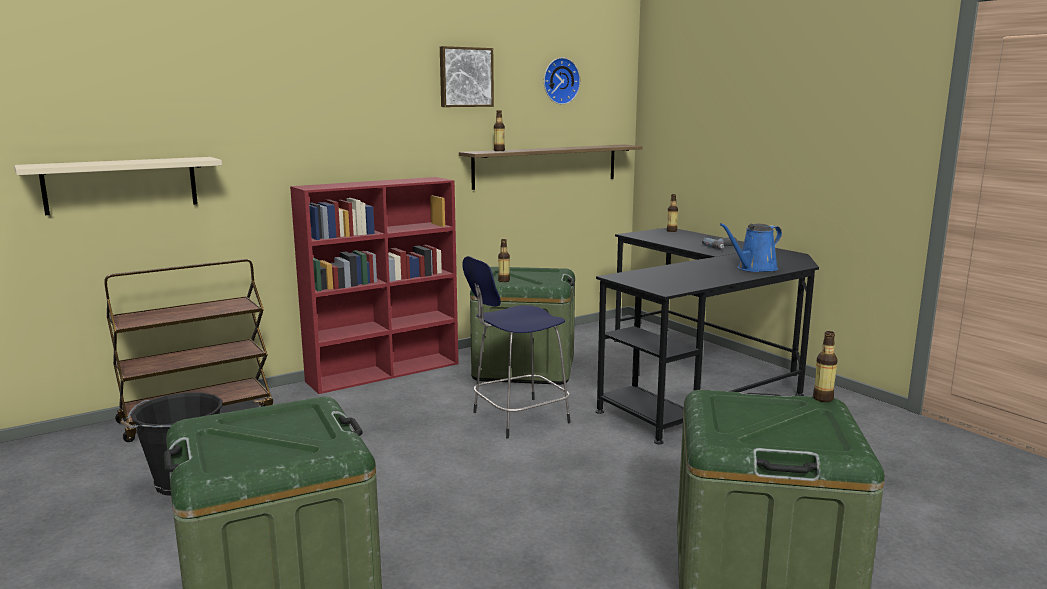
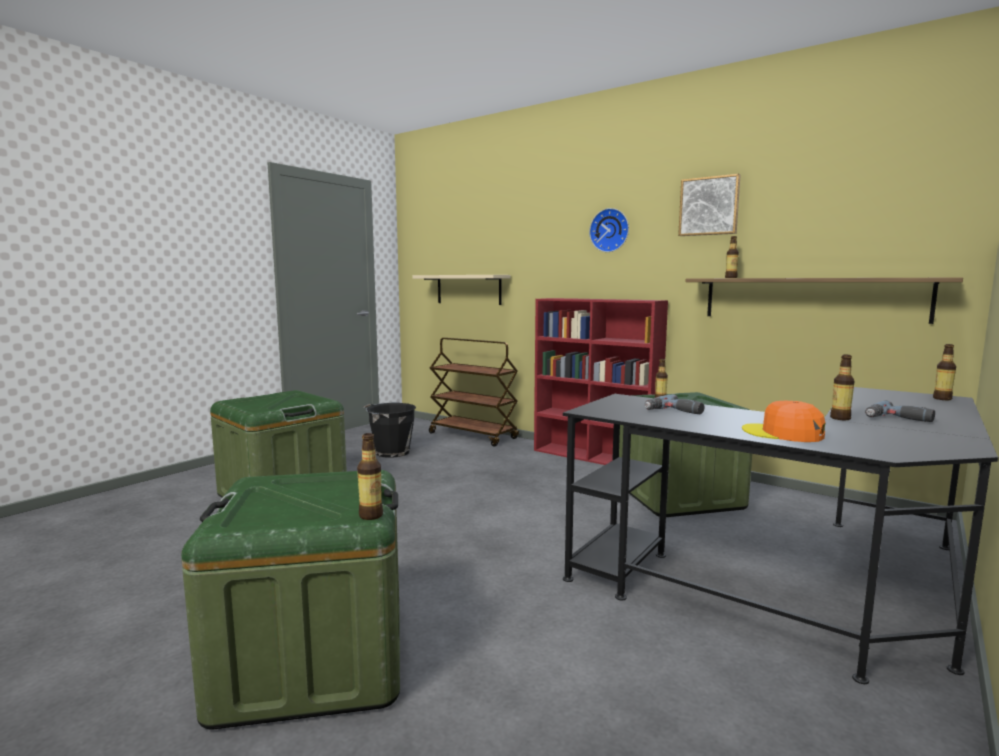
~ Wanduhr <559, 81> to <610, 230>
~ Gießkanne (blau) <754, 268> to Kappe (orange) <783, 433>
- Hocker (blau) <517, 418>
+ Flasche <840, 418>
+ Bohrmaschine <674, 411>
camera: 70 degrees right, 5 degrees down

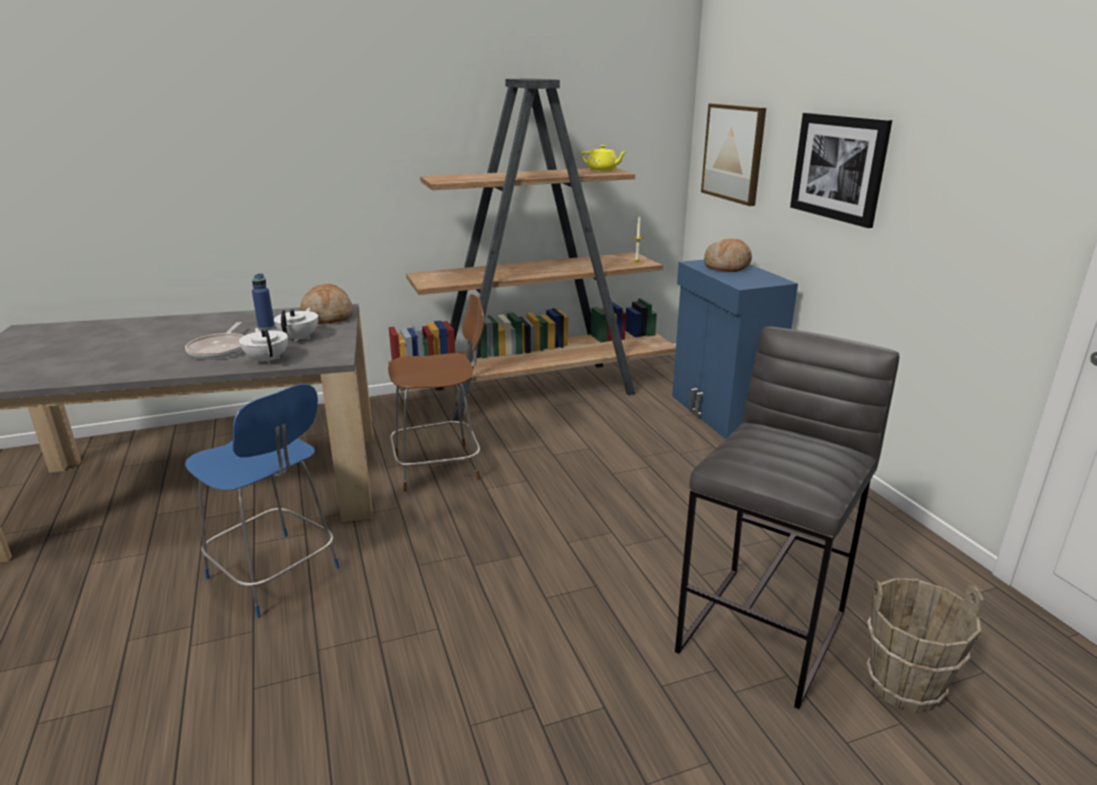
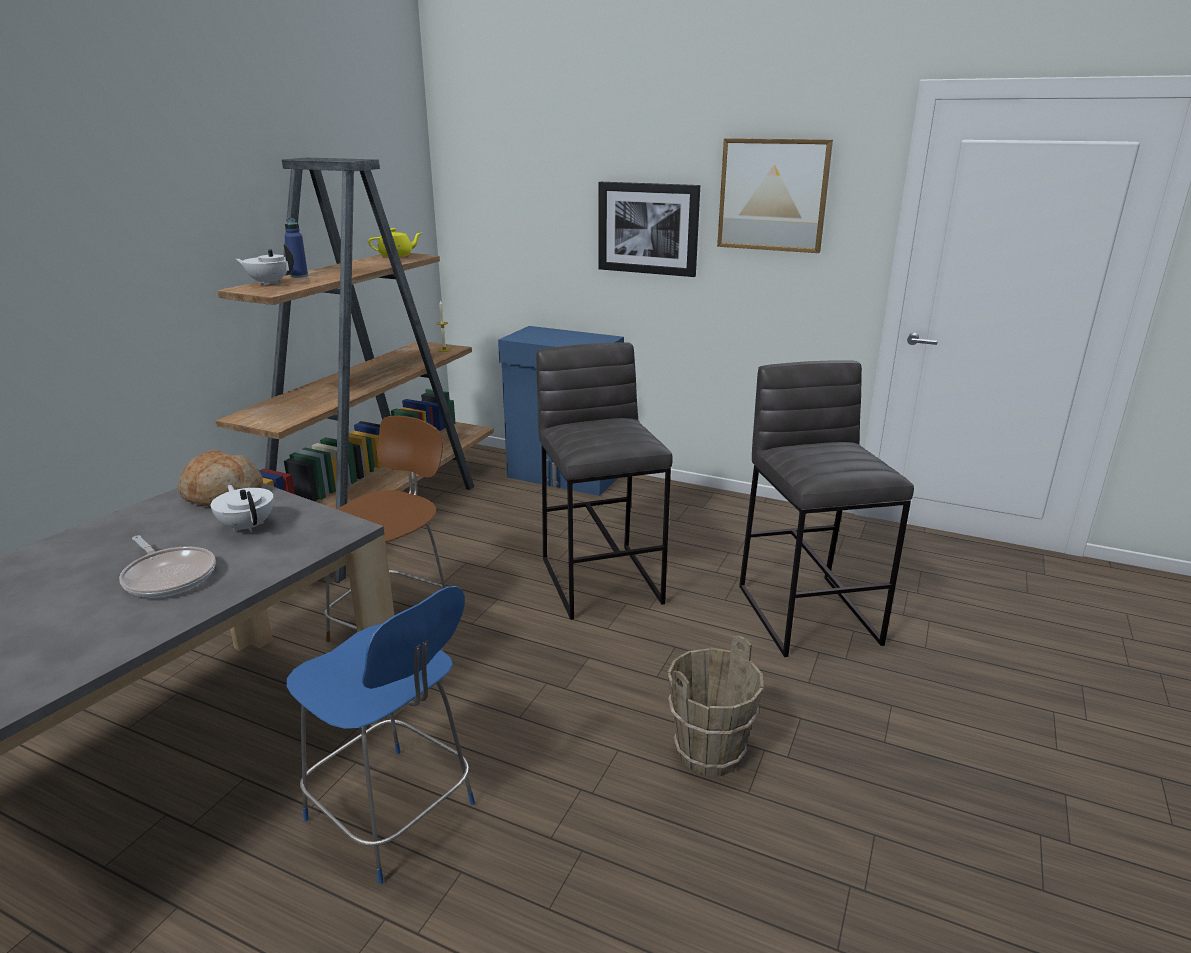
~ Bild <734, 153> to <773, 195>
- Brot <727, 267>
~ Flasche (blau) <266, 327> to <299, 276>
~ Teekanne (weiß) <267, 360> to <269, 283>
~ Stuhl (blau) <276, 575> = <394, 814> 45 degrees clockwise
~ Eimer (braun) <904, 687> to <710, 754>
+ Hocker (grau) <602, 579>
camera: 45 degrees left, 0 degrees up

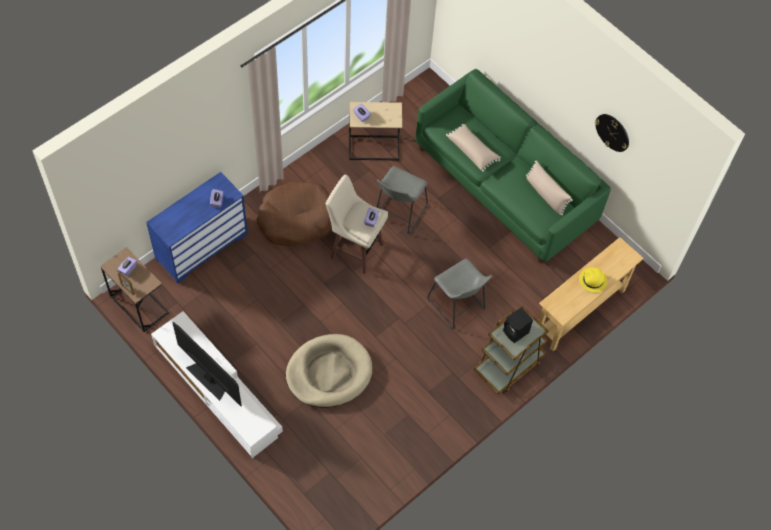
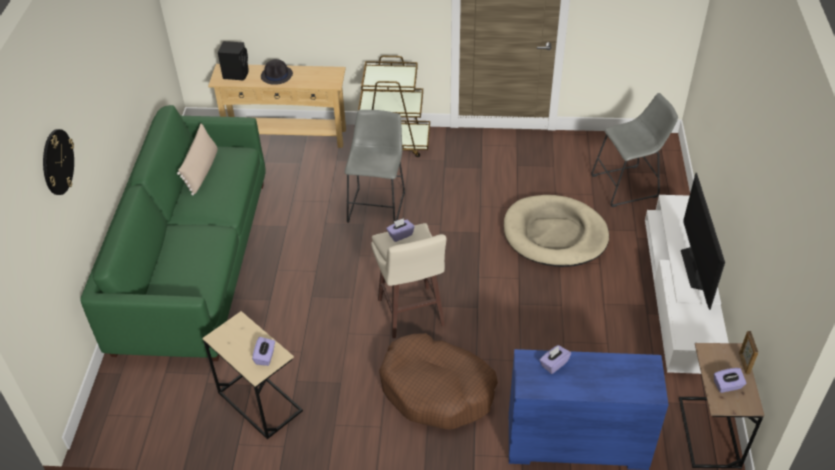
~ Wanduhr <612, 132> to <57, 162>
- Kissen (beige) <472, 151>
~ Hocker (grau) <398, 214> to <628, 185>
~ Hut (gelb) <592, 280> to Hut (schwarz) <277, 75>
~ Lautsprecher (schwarz) <516, 332> to <236, 73>
camera: 130 degrees left, 15 degrees down

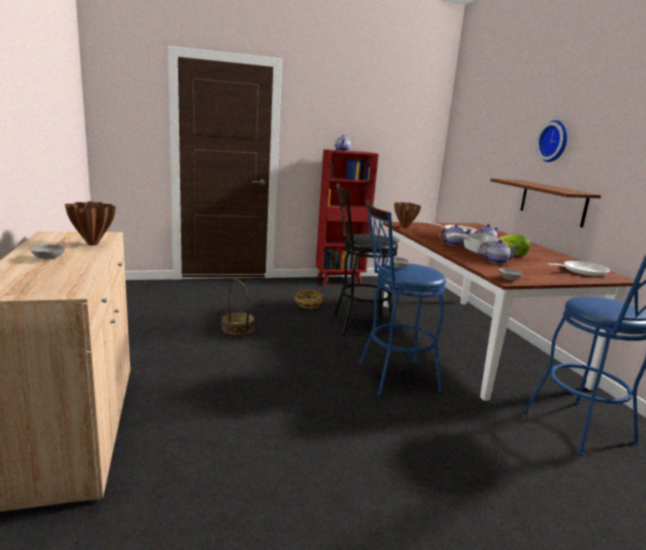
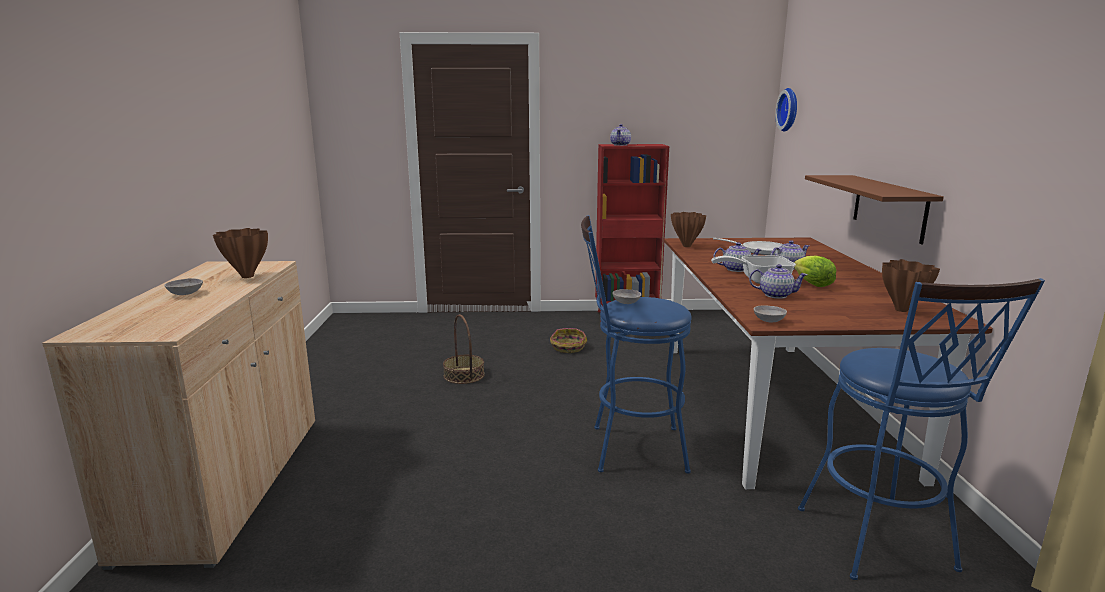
~ Wanduhr <555, 141> to <790, 109>
- Hocker (schwarz) <356, 325>
~ Pfanne <581, 271> to Vase (braun) <901, 310>
camera: 15 degrees right, 0 degrees up

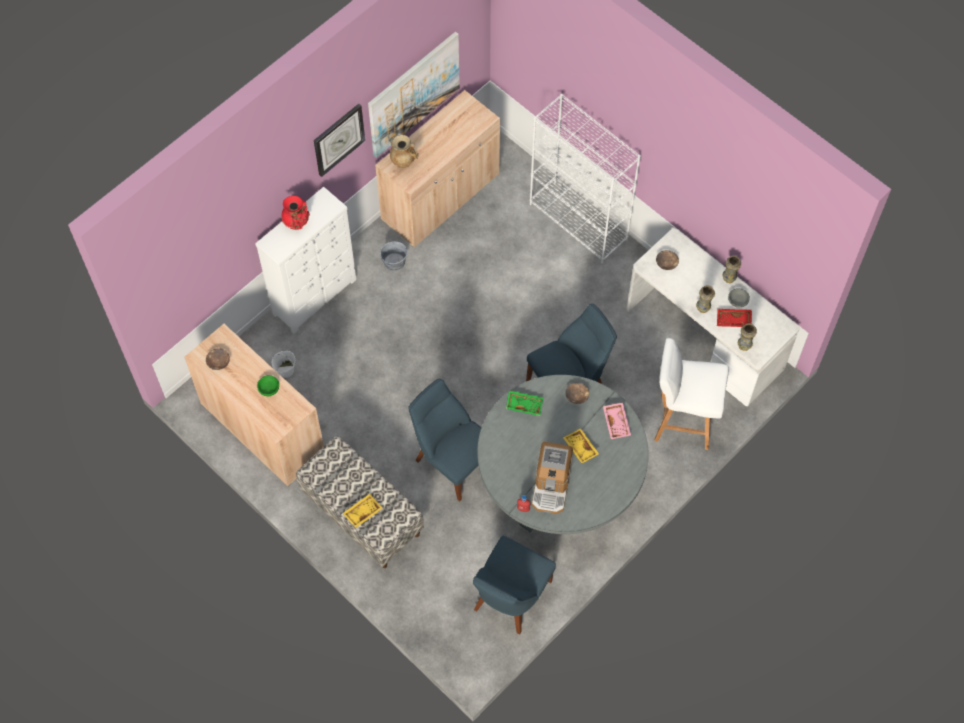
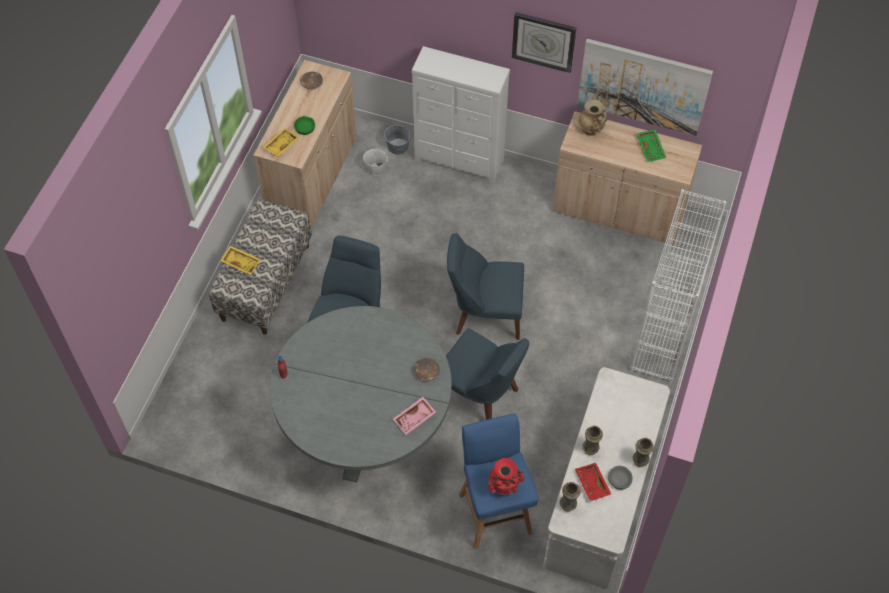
~ Vase (rot) <297, 223> to <504, 486>
~ Eimer (grau) <394, 261> to <398, 146>
- Schüssel (braun) <666, 263>
~ Hocker (weiß) <682, 421> to Hocker (blau) <495, 512>
~ Tablett (grün) <524, 404> to <651, 148>
~ Tablett (gelb) <580, 448> to <281, 145>
- Kaffeemaschine <551, 485>
~ Stuhl (blau) <510, 598> to <485, 314>
camera: 65 degrees right, 5 degrees down

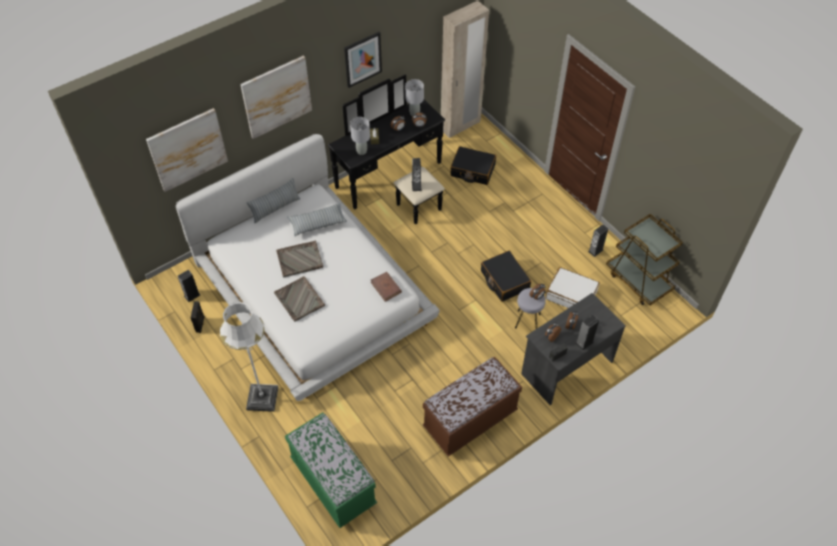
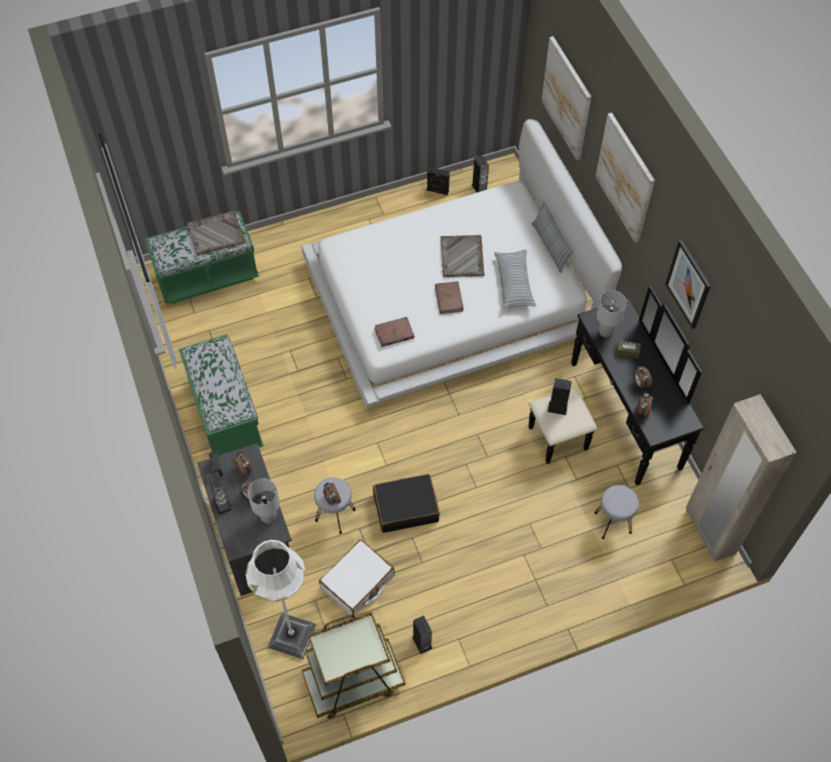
~ Tischlampe (grau) <414, 113> to <269, 517>
~ Koffer (schwarz) <472, 170> to Hocker (grau) <612, 523>
~ Tablett (grau) <299, 300> to <215, 234>
~ Stehlampe (weiß) <262, 398> to <292, 636>
~ Bank (braun) <470, 420> to Bank (grün) <225, 414>
+ Buch (braun) <449, 298>
camera: 105 degrees right, 5 degrees up

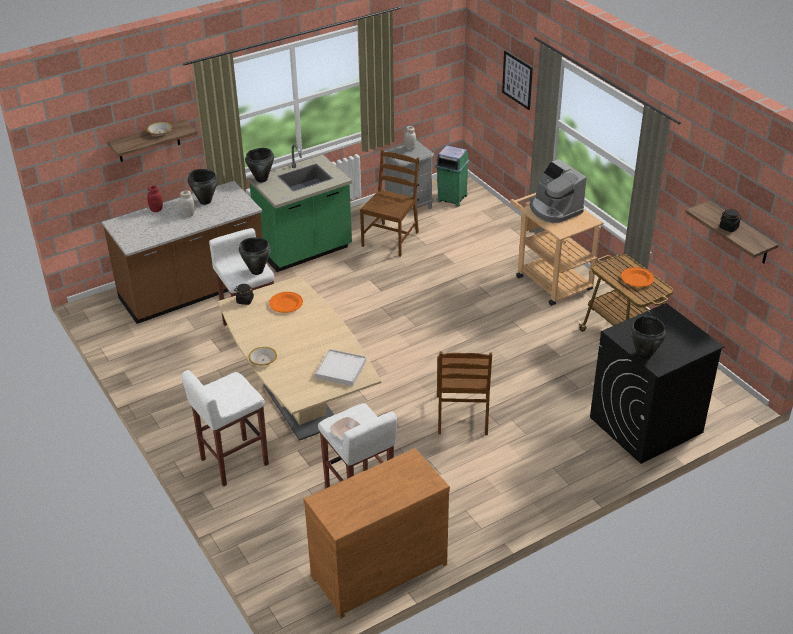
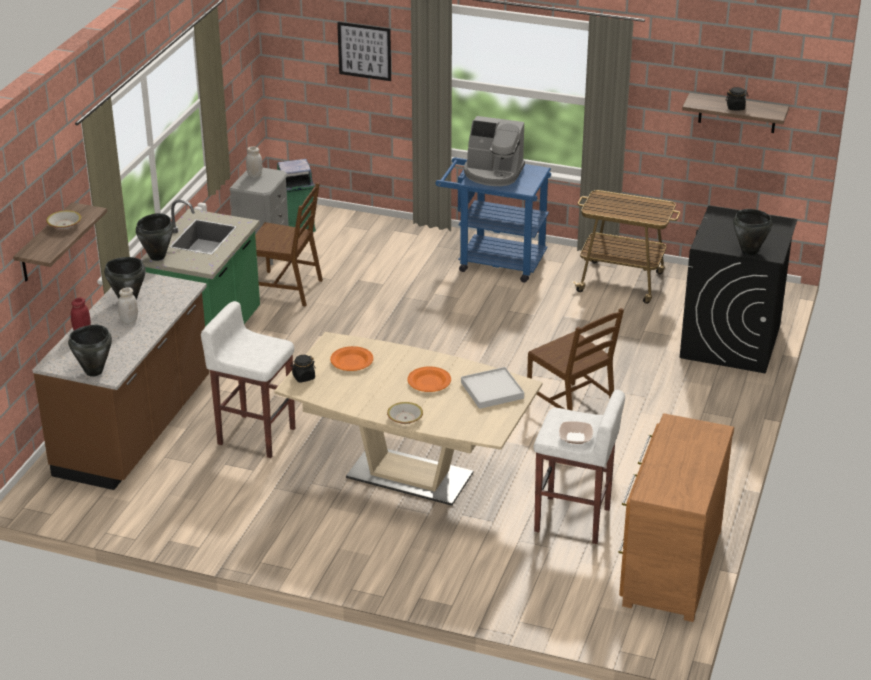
~ Stuhl (braun) <391, 239> = <286, 289> 120 degrees clockwise
~ Rollwagen (beige) <549, 280> to Rollwagen (blau) <493, 261>
~ Kochtopf (schwarz) <256, 271> to <93, 371>
~ Teller (orange) <637, 279> to <429, 382>
- Hocker (weiß) <233, 462>
camera: 40 degrees left, 5 degrees down

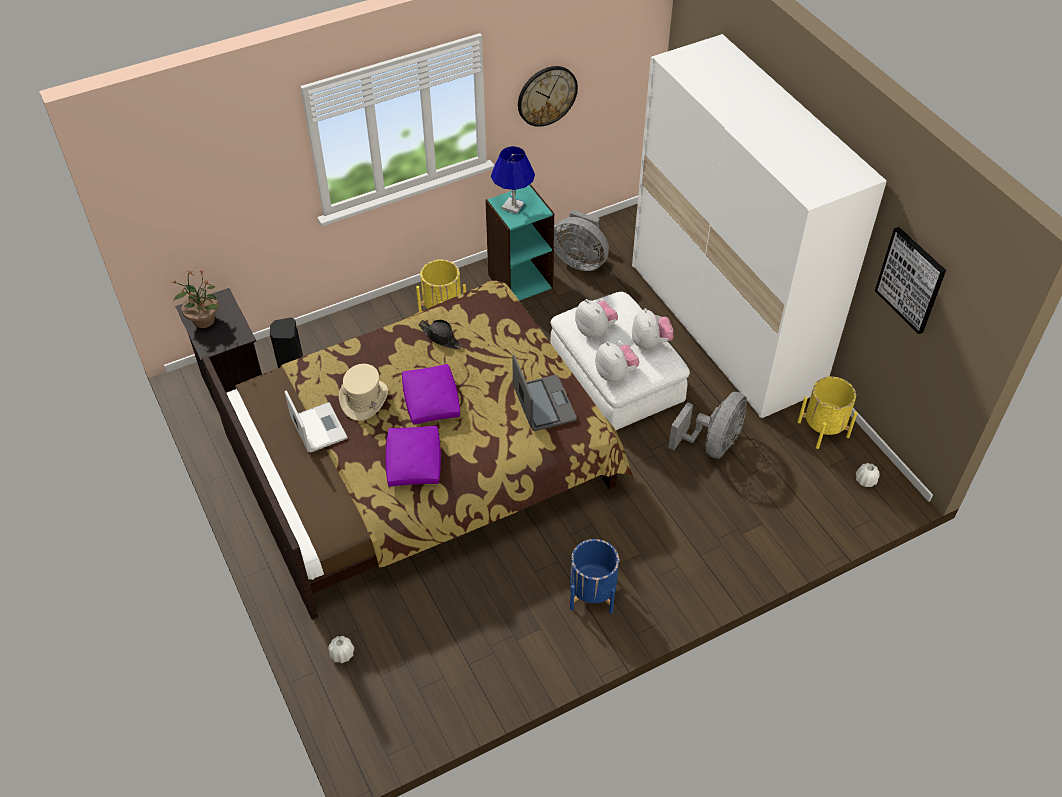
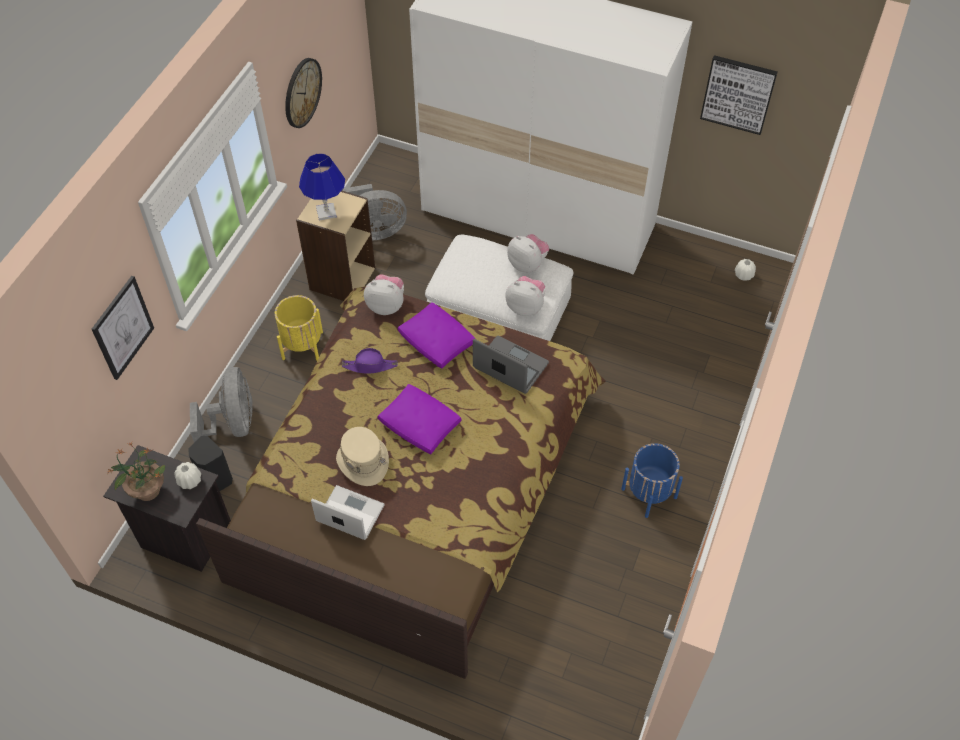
~ Bücherregal (türkis) <520, 281> to Bücherregal (beige) <341, 278>
~ Plüschtier <595, 330> to <386, 305>
~ Hut (schwarz) <440, 337> to Hut (lila) <370, 366>
- Pflanzkübel (gelb) <823, 429>
~ Ventilator (grau) <712, 444> to <233, 424>
~ Kissen (lila) <413, 462> to <436, 341>
~ Vase (weiß) <342, 654> to <189, 481>
+ Bild <122, 328>
camera: 40 degrees left, 5 degrees up

